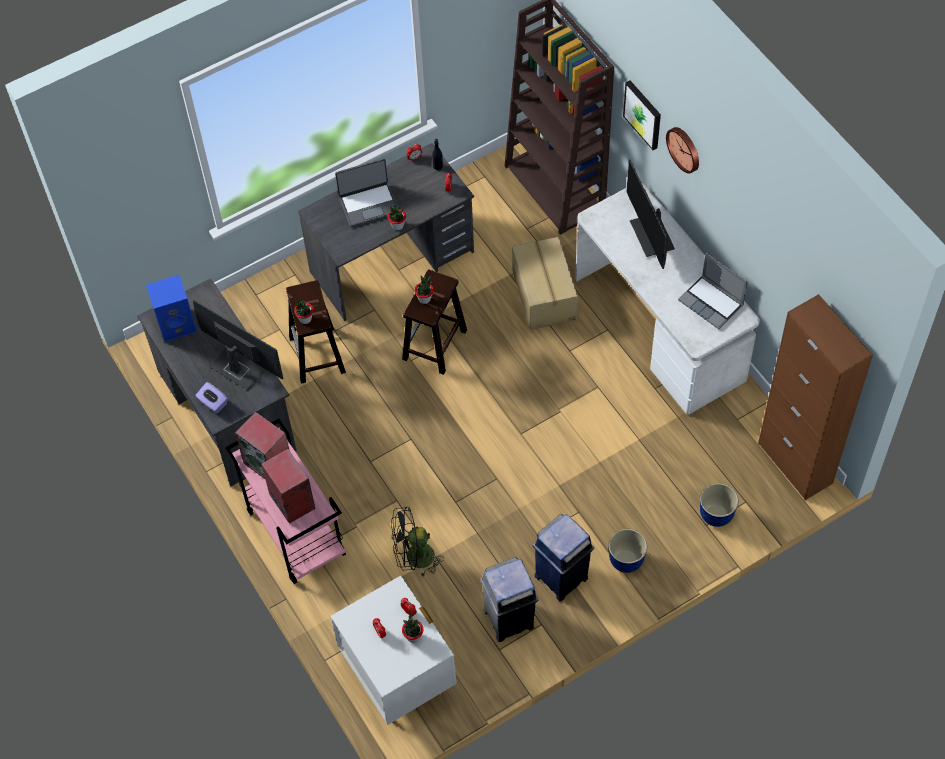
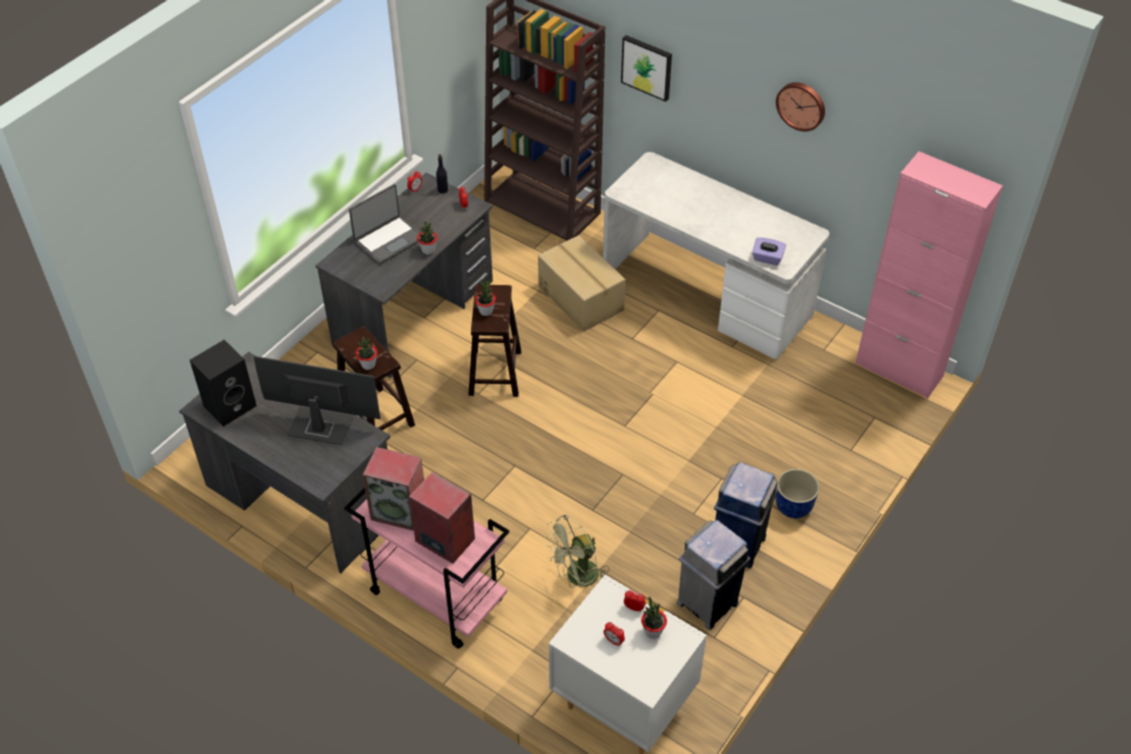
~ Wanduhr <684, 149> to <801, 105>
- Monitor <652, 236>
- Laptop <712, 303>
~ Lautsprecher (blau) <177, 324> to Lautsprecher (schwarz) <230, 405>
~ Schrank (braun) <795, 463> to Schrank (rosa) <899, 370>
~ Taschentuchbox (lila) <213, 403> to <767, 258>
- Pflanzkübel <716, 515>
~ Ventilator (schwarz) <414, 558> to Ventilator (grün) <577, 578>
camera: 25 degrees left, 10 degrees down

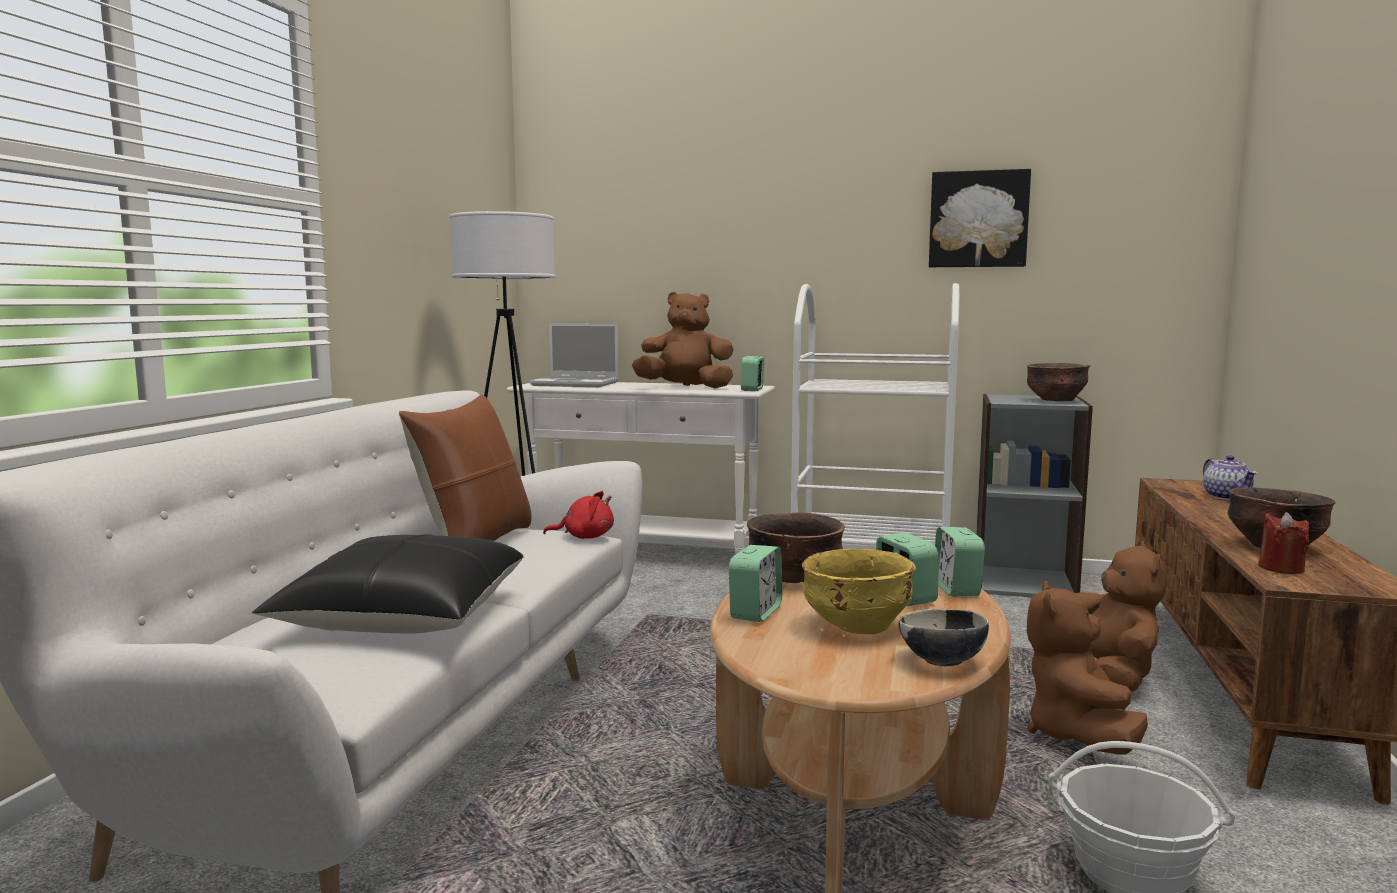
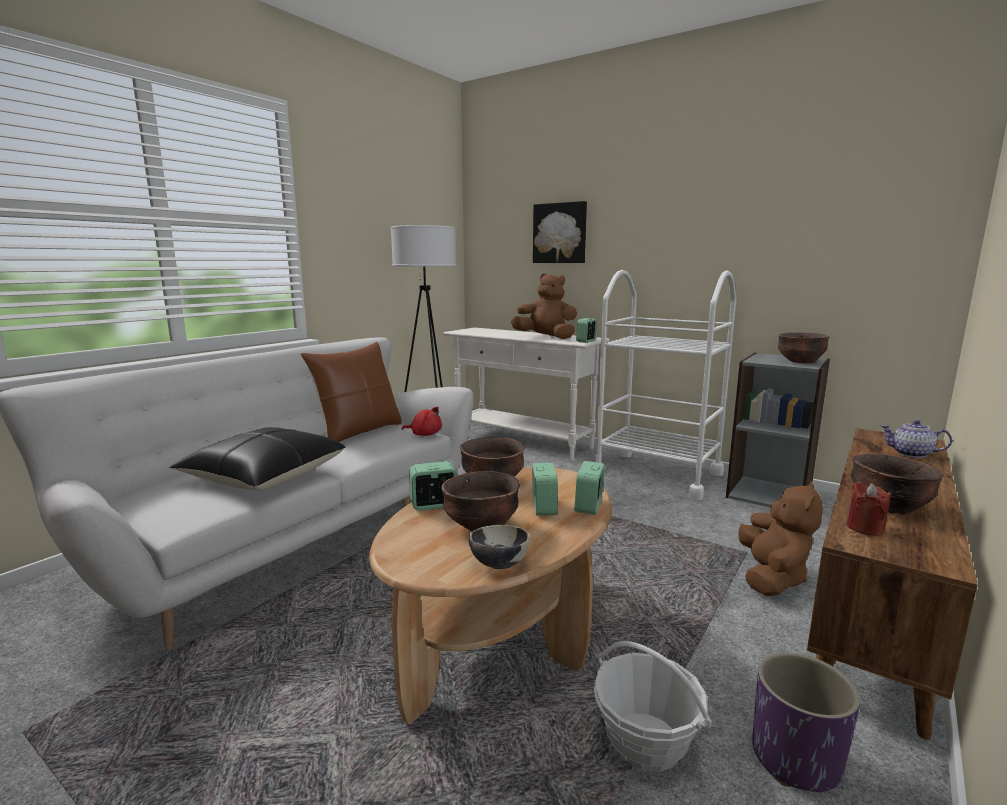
~ Bild <978, 219> to <560, 233>
- Laptop <576, 384>
~ Teekanne <1227, 497> = <911, 454> 105 degrees clockwise
~ Wecker <755, 612> = <434, 505> 150 degrees counterclockwise
~ Schüssel (gelb) <857, 627> to Schüssel (braun) <481, 526>
- Plüschtier (braun) <1077, 736>
+ Pflanzkübel (lila) <795, 759>
camera: 20 degrees right, 5 degrees up

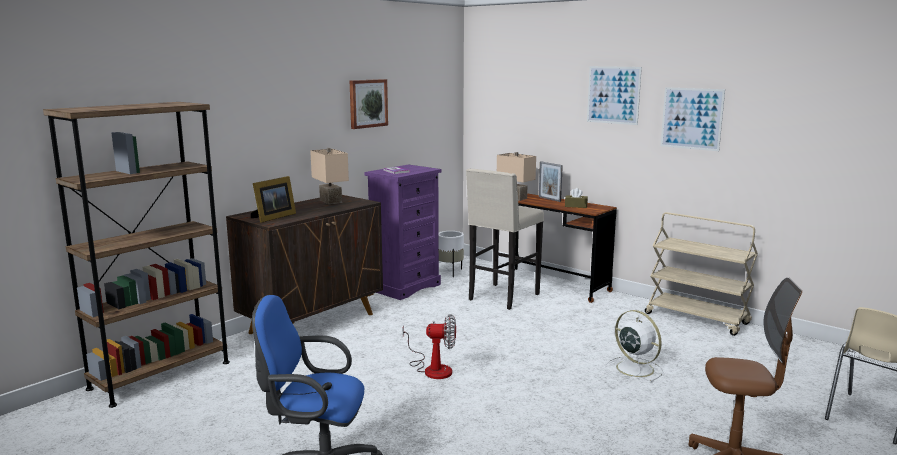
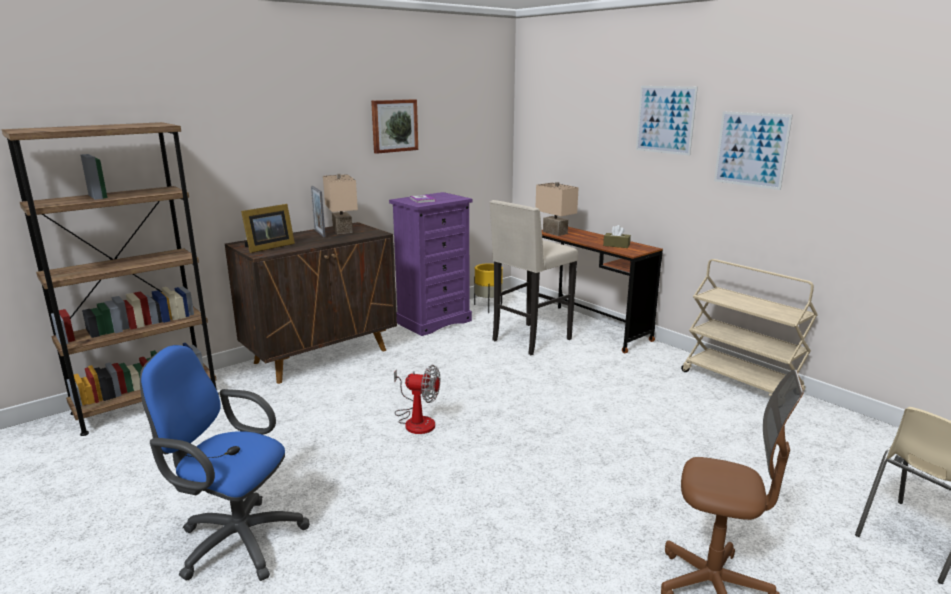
~ Bilderrahmen <549, 199> to <319, 233>
~ Pflanzkübel (weiß) <450, 272> to Pflanzkübel (gelb) <488, 307>
- Ventilator (weiß) <633, 368>
camera: 10 degrees right, 5 degrees up

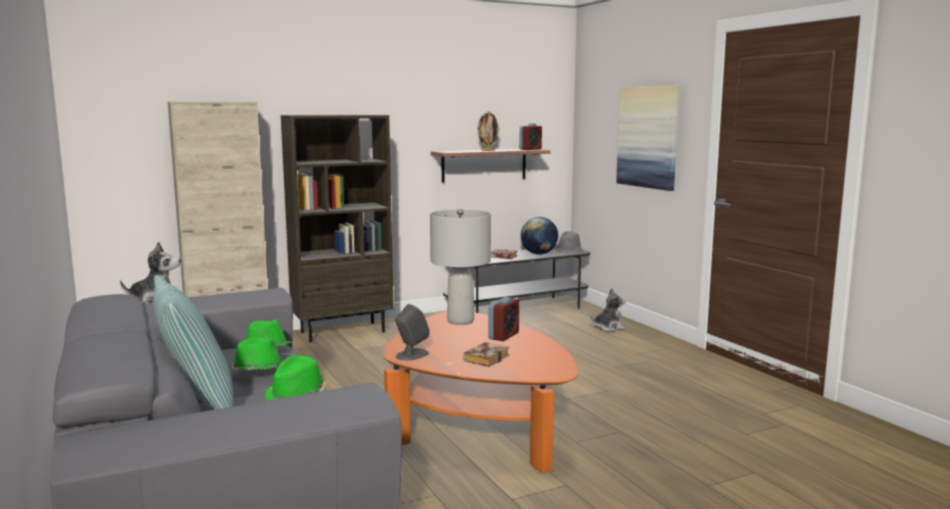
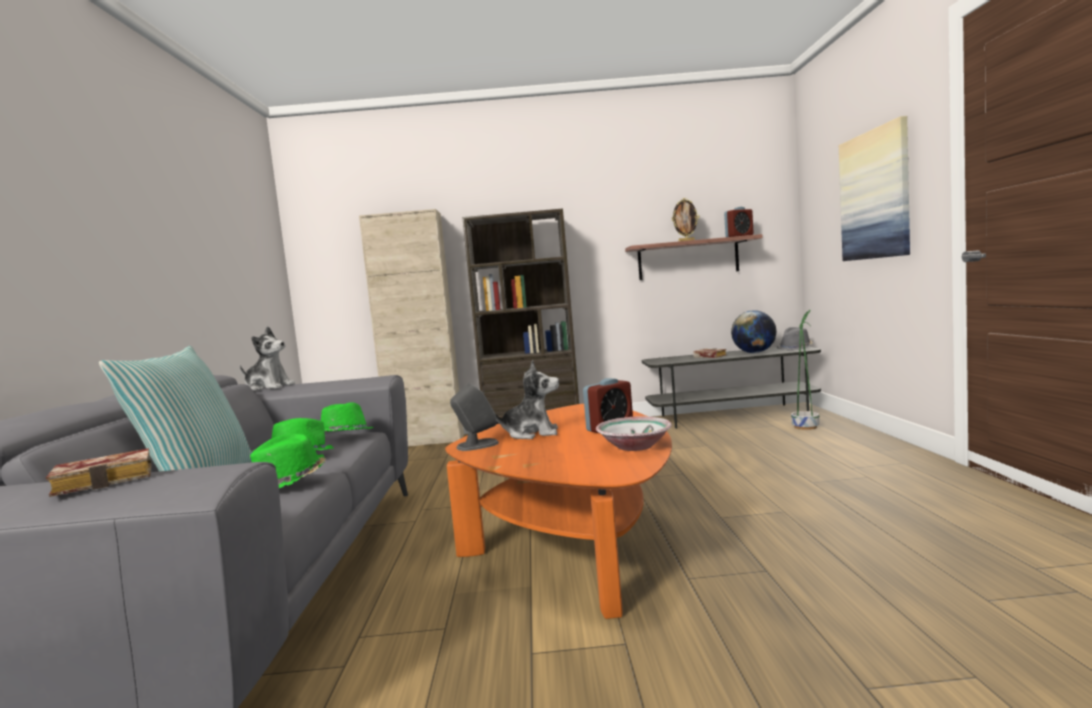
- Tischlampe (grau) <460, 321>
~ Plüschtier <607, 328> to <531, 433>
~ Buch <486, 358> to <109, 479>
+ Pflanzkübel (grün) <806, 427>
+ Schüssel <634, 446>
camera: 25 degrees right, 5 degrees down

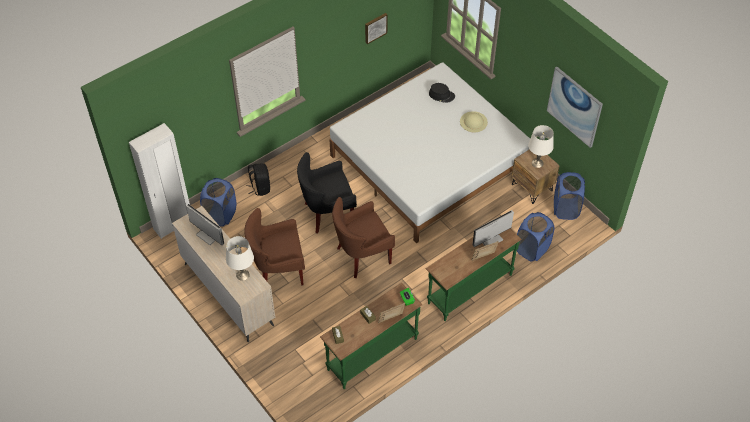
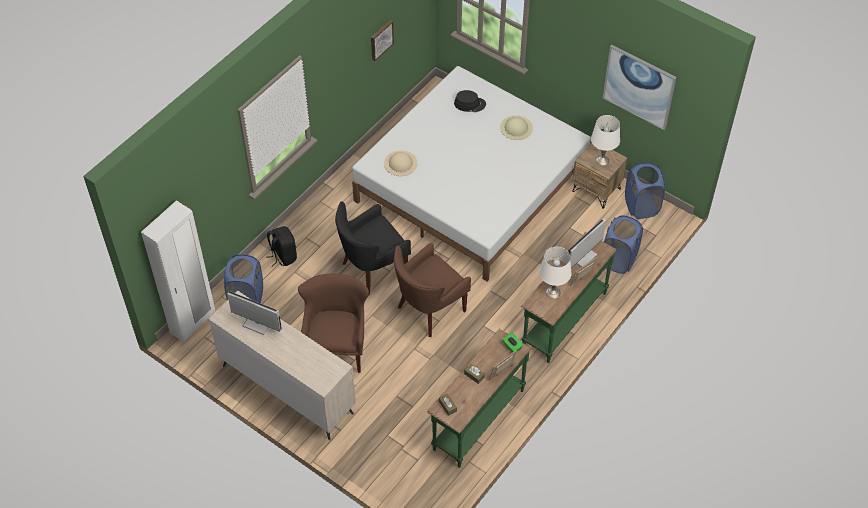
~ Sessel (braun) <278, 271> = <337, 349> 120 degrees clockwise
~ Tischlampe (weiß) <242, 275> to <552, 292>
+ Hut (beige) <400, 163>
camera: 15 degrees left, 0 degrees up

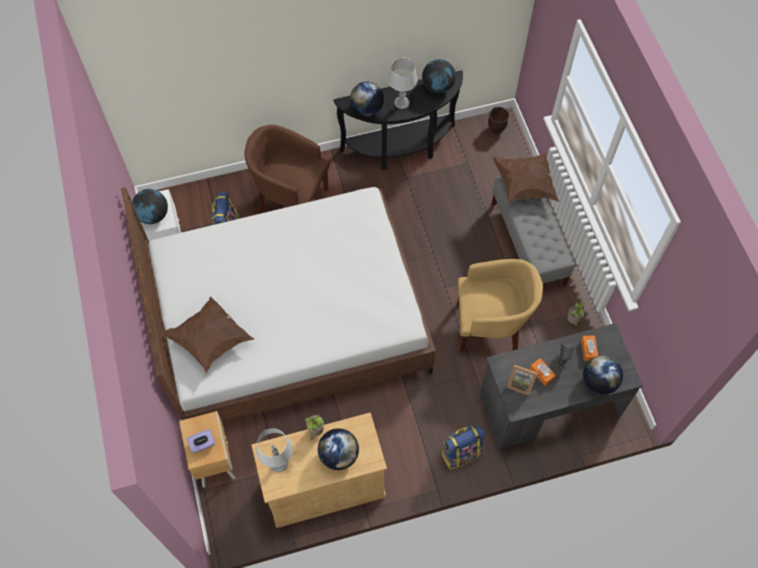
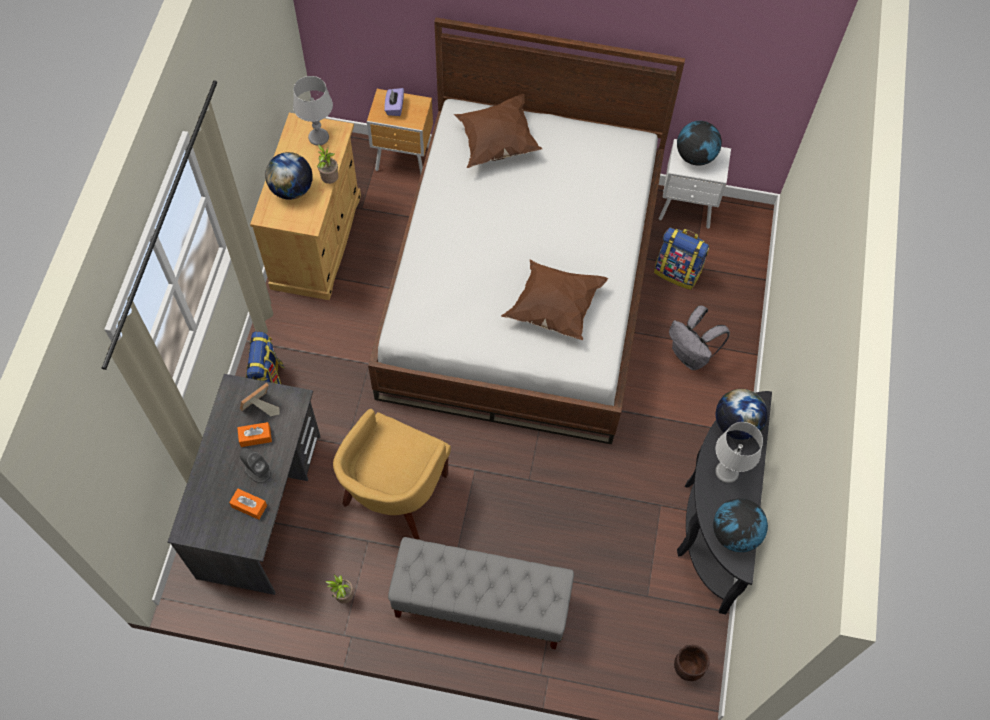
~ Sessel (braun) <290, 199> to Rucksack (grau) <691, 356>
~ Kissen (braun) <525, 186> to <553, 308>
- Globus <598, 382>
camera: 115 degrees right, 0 degrees up

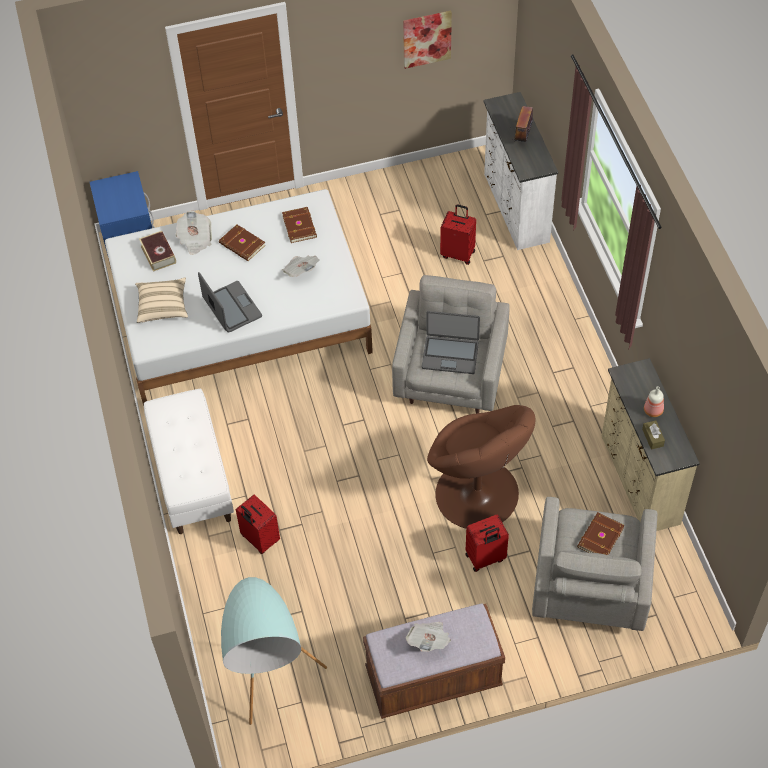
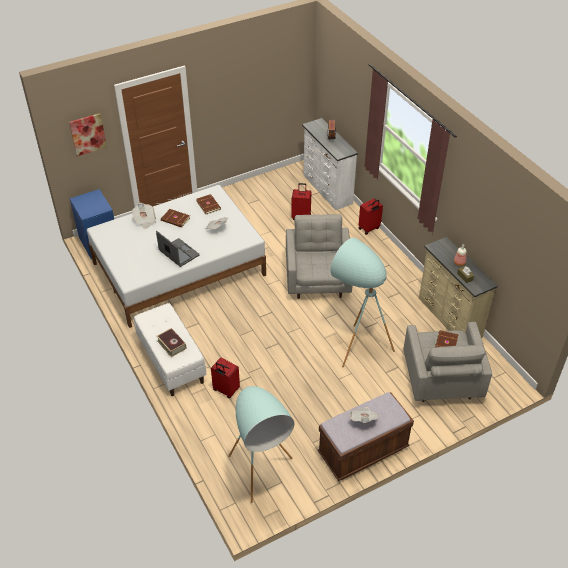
~ Bild <427, 38> to <88, 134>
~ Buch <158, 254> to <171, 345>
- Kissen (beige) <163, 306>
- Laptop <450, 354>
~ Sessel (braun) <477, 495> to Stehlampe (türkis) <355, 341>
~ Koffer (rot) <485, 558> to <369, 228>
camera: 15 degrees left, 10 degrees down

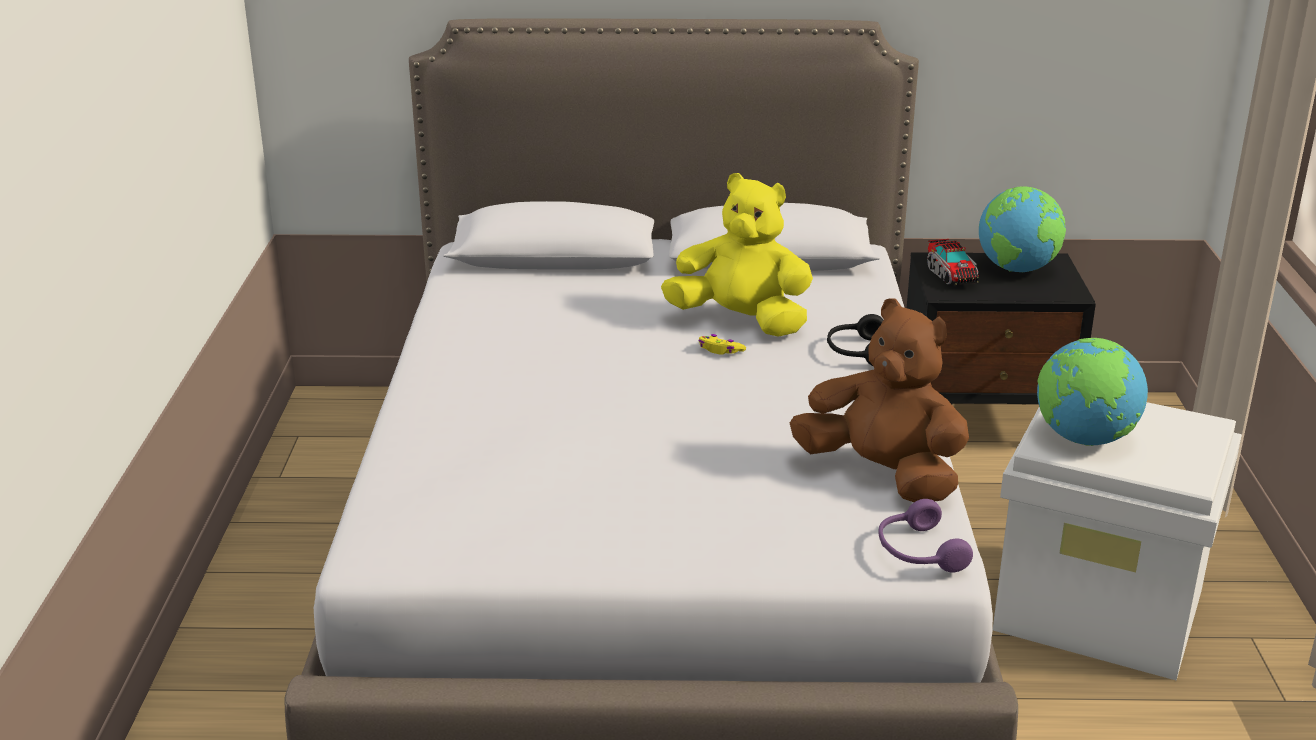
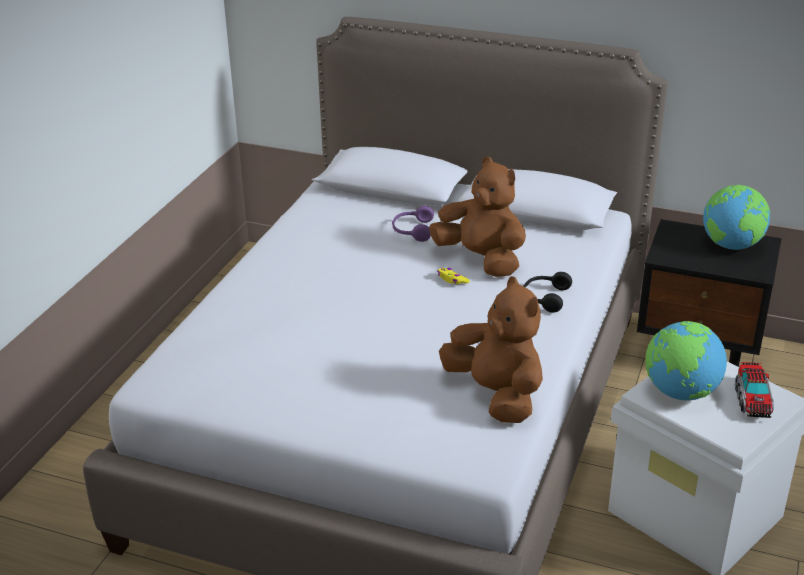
~ Plüschtier (gelb) <741, 321> to Plüschtier (braun) <481, 260>
~ Spielzeuglaster <951, 274> to <752, 400>
~ Kopfhörer (lila) <917, 552> to <412, 230>
camera: 20 degrees right, 5 degrees up

